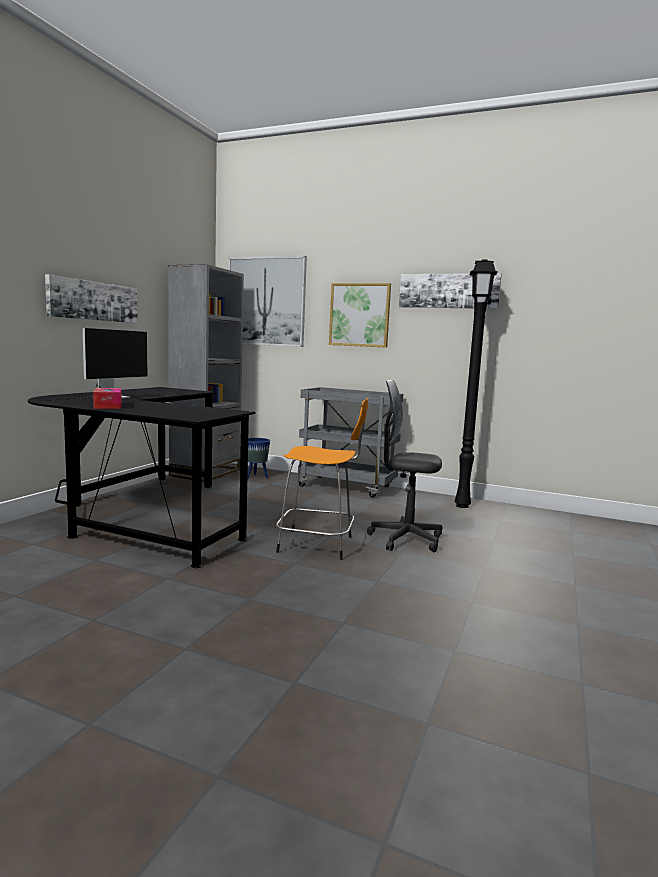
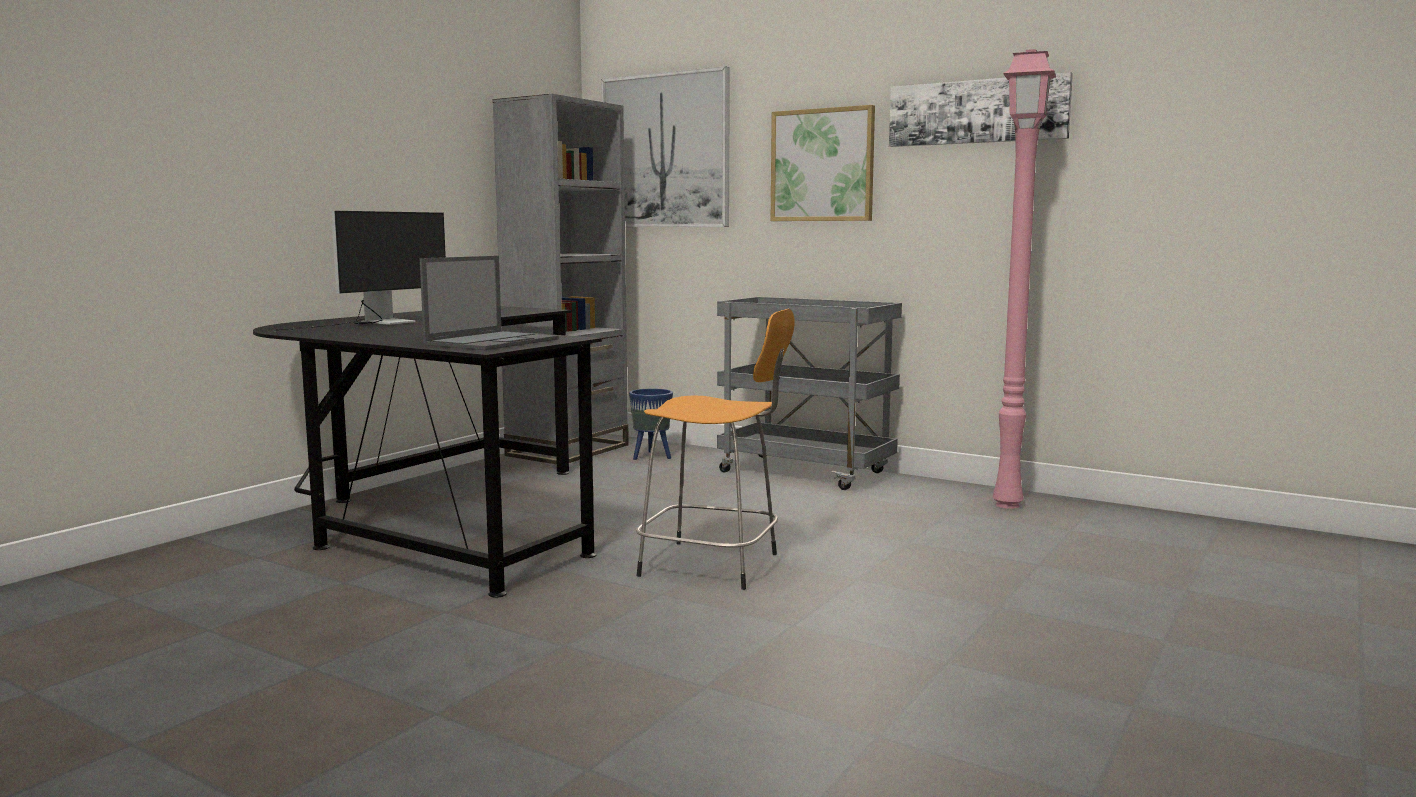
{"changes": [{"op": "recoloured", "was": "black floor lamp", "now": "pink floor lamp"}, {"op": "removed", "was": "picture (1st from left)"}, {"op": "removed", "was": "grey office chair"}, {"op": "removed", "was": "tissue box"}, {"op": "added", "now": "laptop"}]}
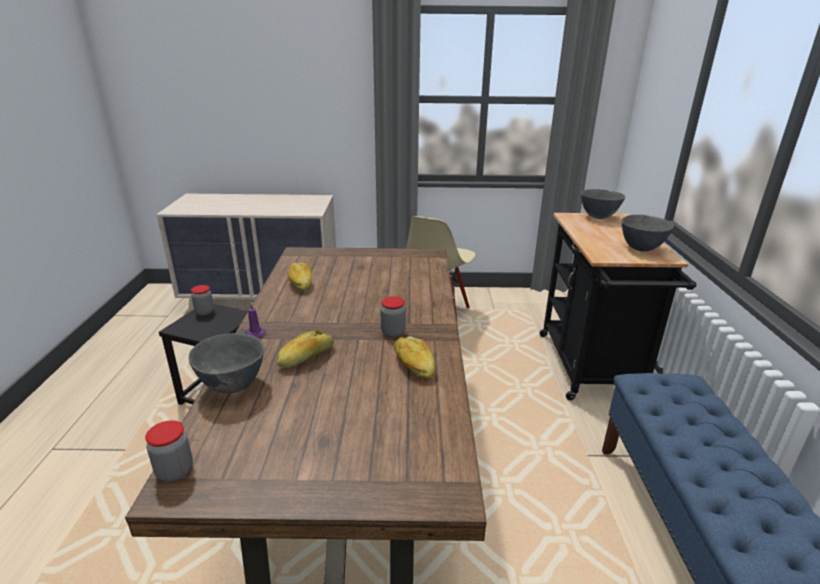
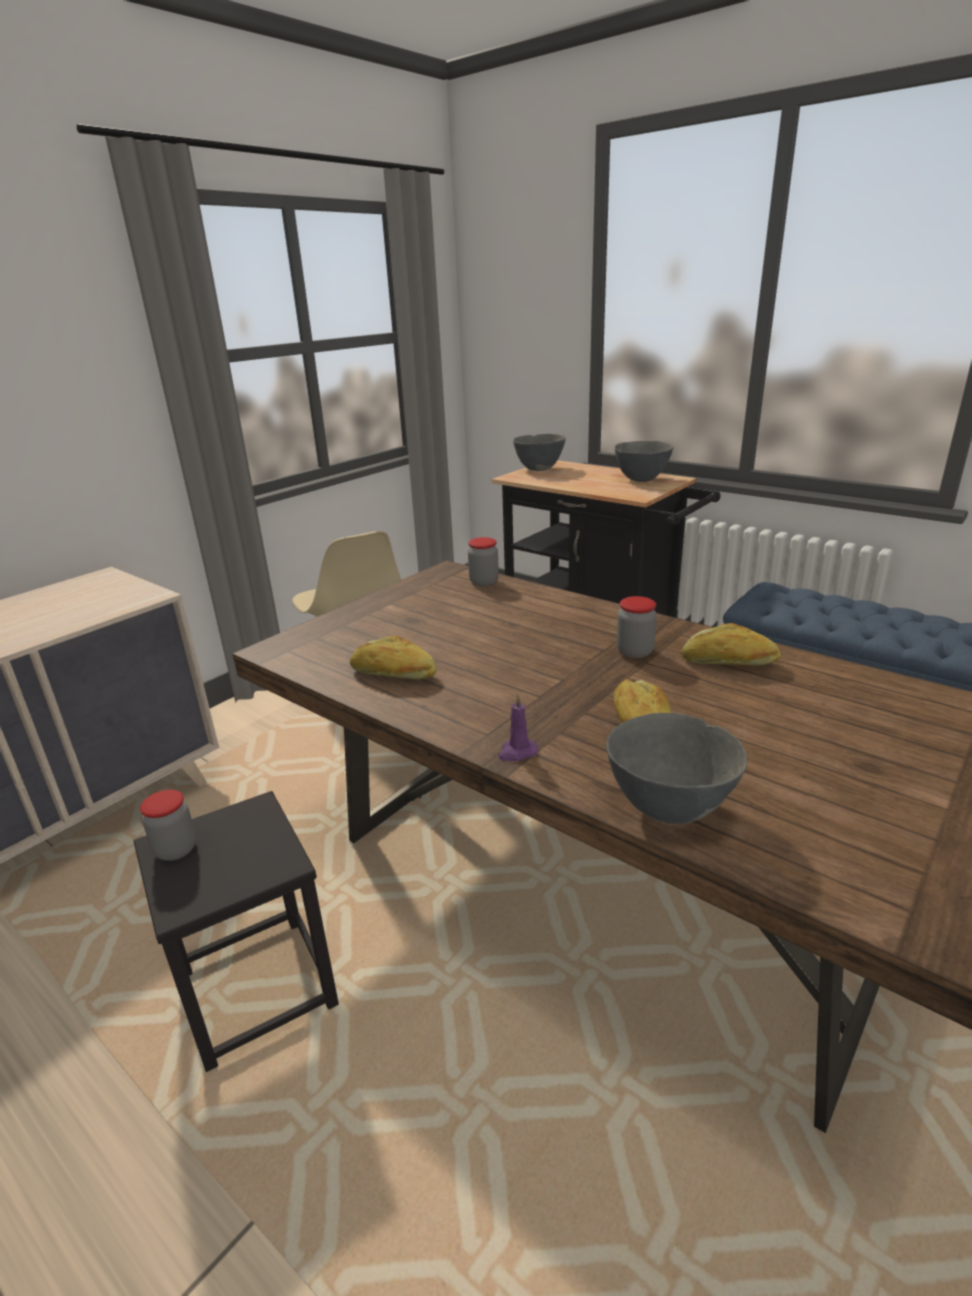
{"changes": [{"op": "moved", "was": "jar (1st from left in the first image)", "now": "jar (2nd from left)"}]}
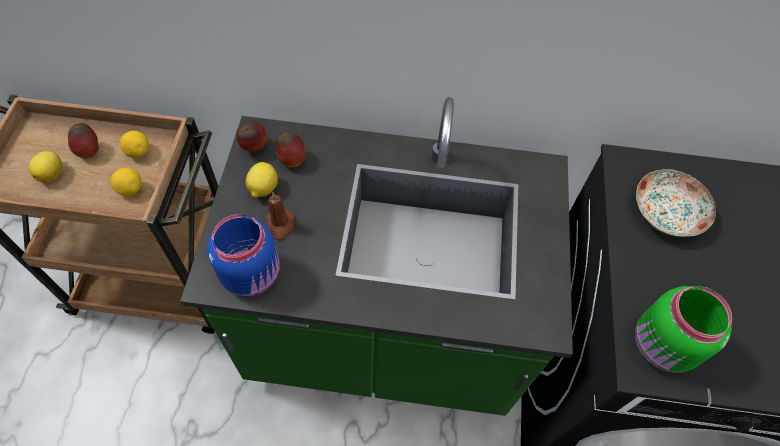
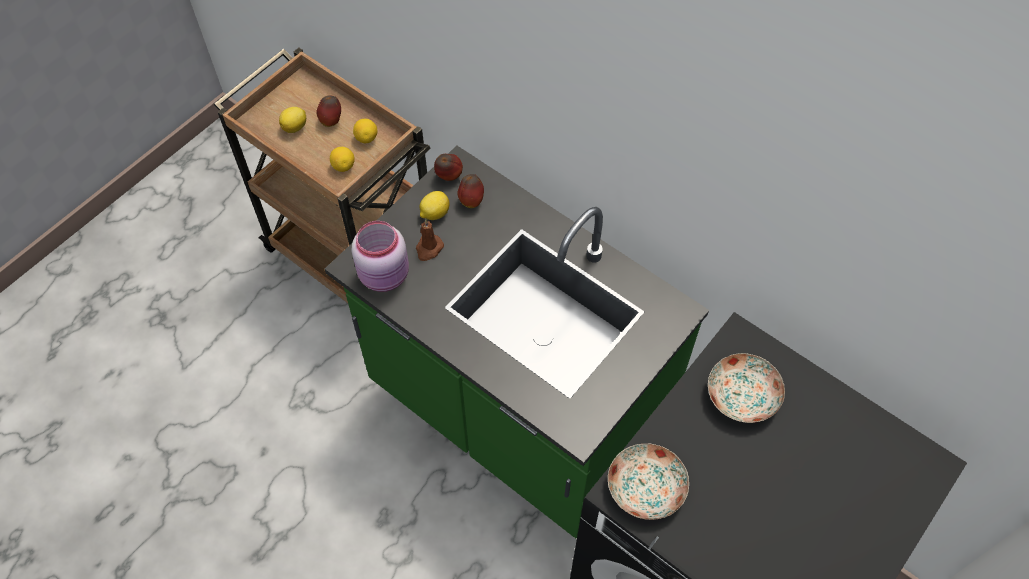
{"changes": [{"op": "recoloured", "was": "blue jar", "now": "pink jar"}, {"op": "replaced", "was": "green jar", "now": "plate (1st from left)"}]}
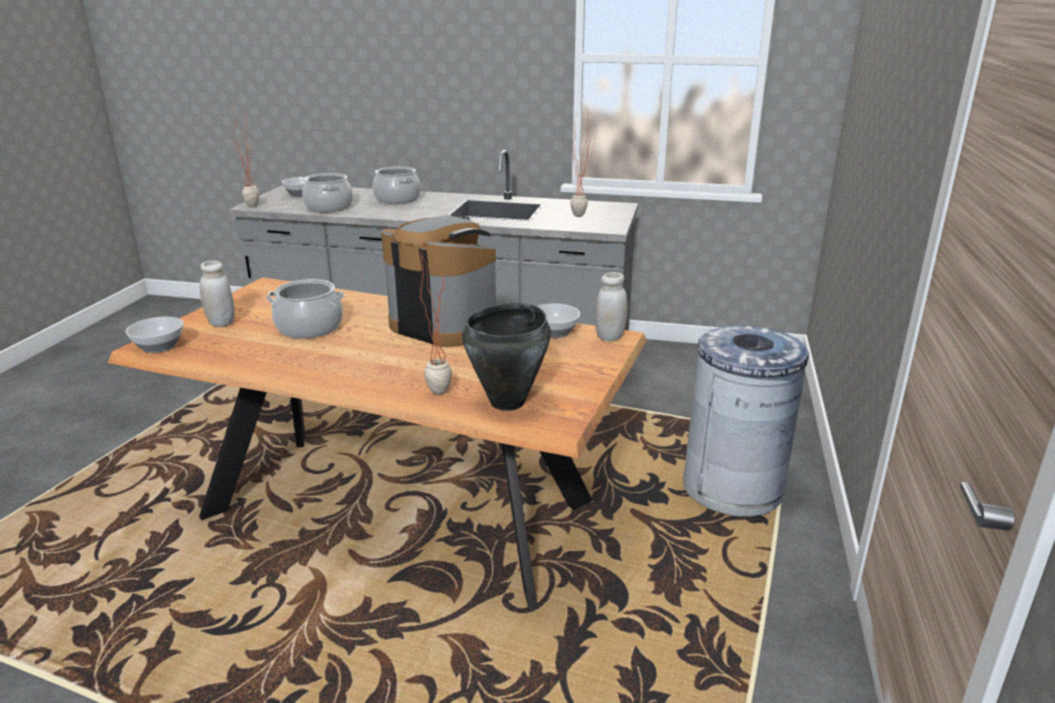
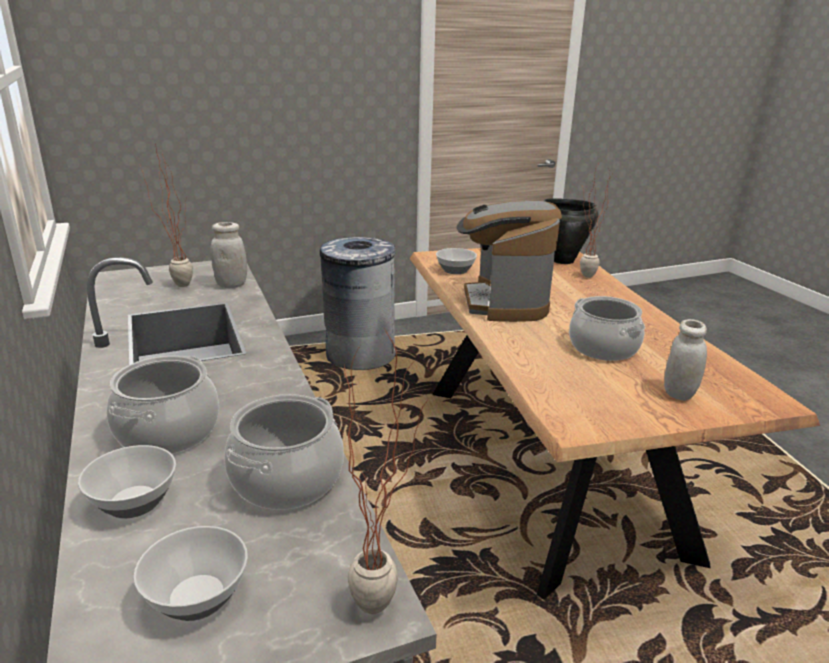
{"changes": [{"op": "moved", "was": "white jar (2nd from left in the first image)", "now": "white jar (1st from left)"}, {"op": "moved", "was": "bowl (1st from left)"}]}
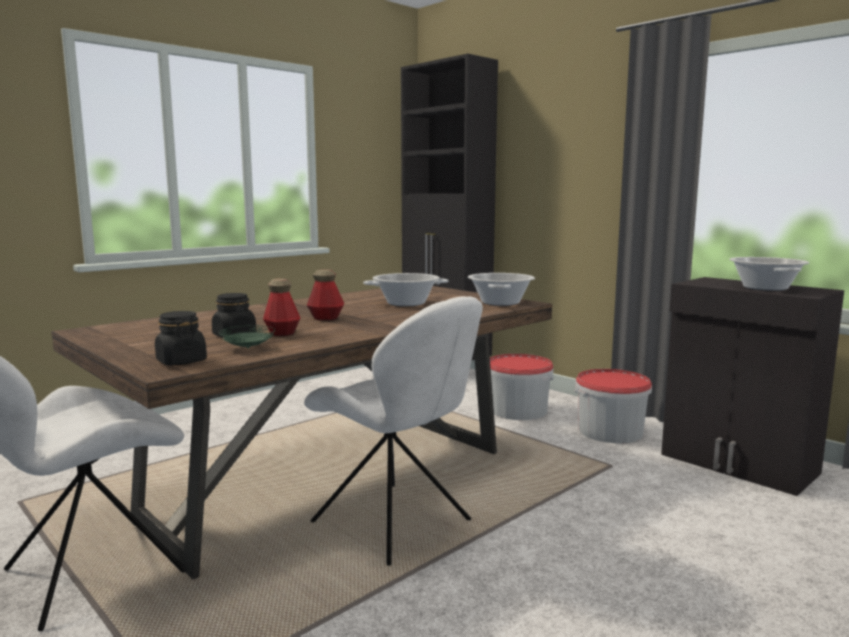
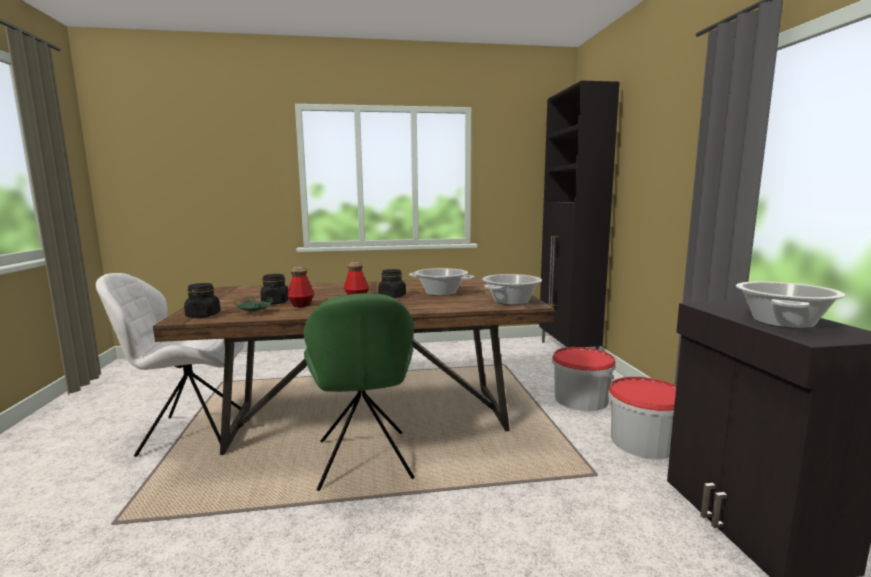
{"changes": [{"op": "recoloured", "was": "white chair (2nd from left)", "now": "green chair"}, {"op": "added", "now": "black jar (3rd from left)"}]}
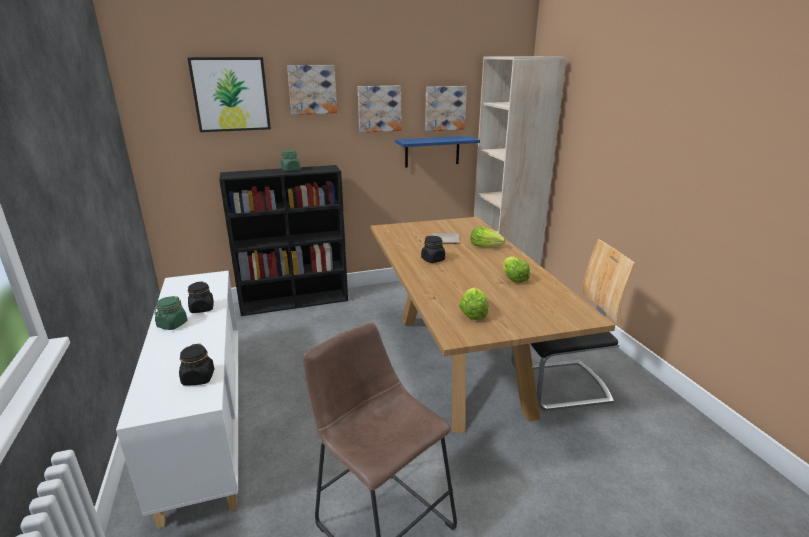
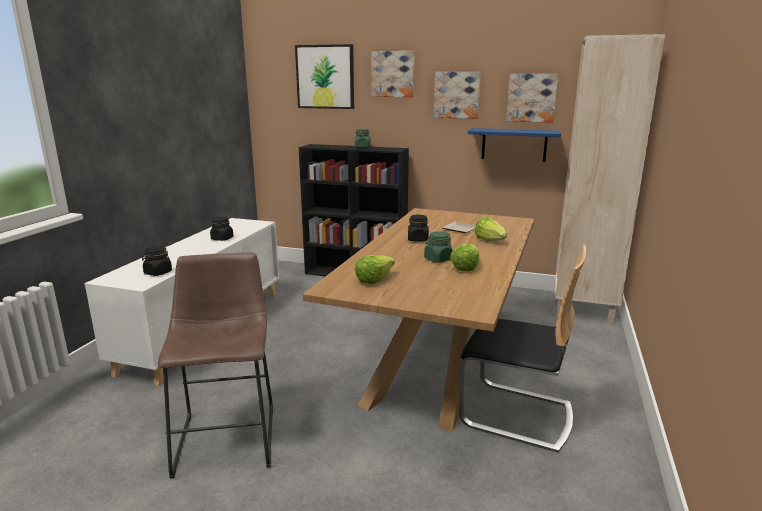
{"changes": [{"op": "moved", "was": "green jar (1st from left in the first image)", "now": "green jar (2nd from left)"}]}
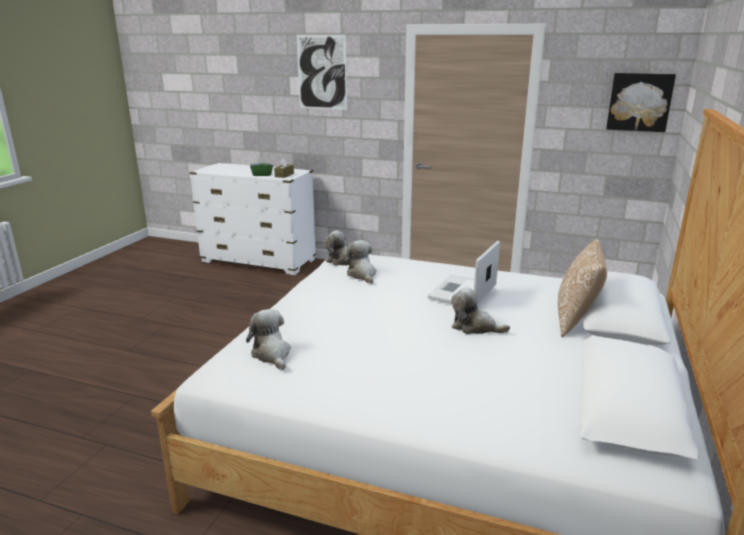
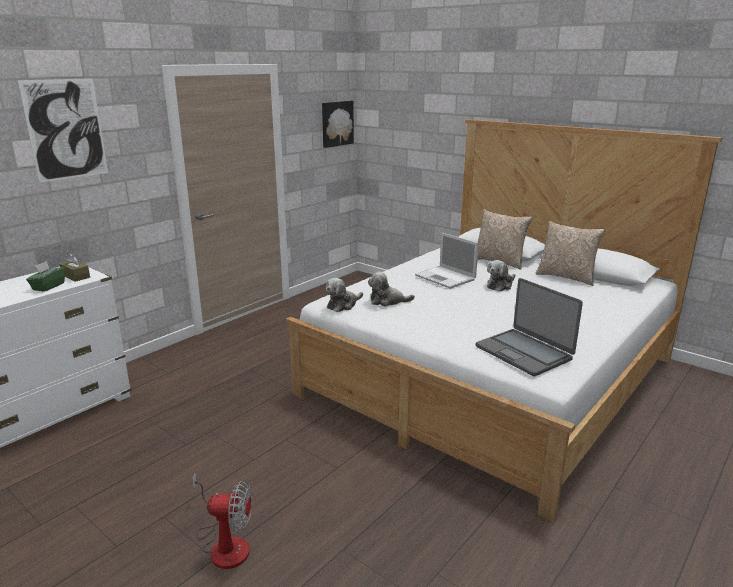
{"changes": [{"op": "replaced", "was": "plush toy (1st from left)", "now": "laptop (2nd from left)"}, {"op": "added", "now": "pillow (2nd from left)"}, {"op": "added", "now": "fan"}]}
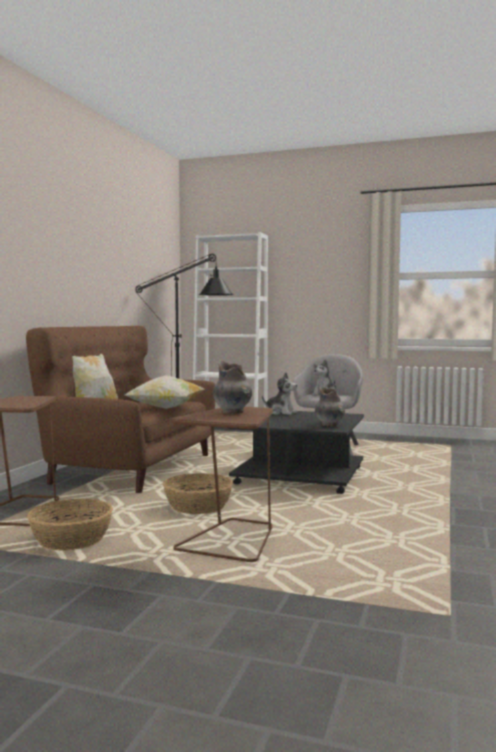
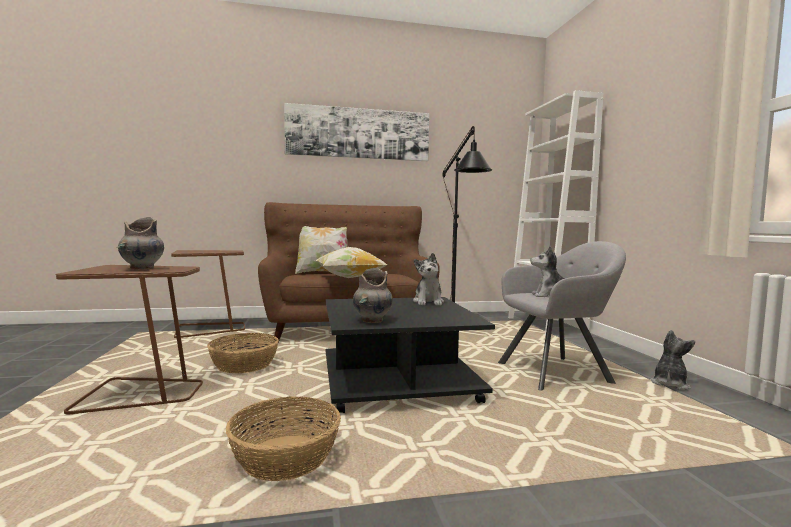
{"changes": [{"op": "moved", "was": "basket (1st from left in the first image)", "now": "basket (2nd from left)"}, {"op": "added", "now": "picture"}, {"op": "added", "now": "plush toy (3rd from left)"}]}
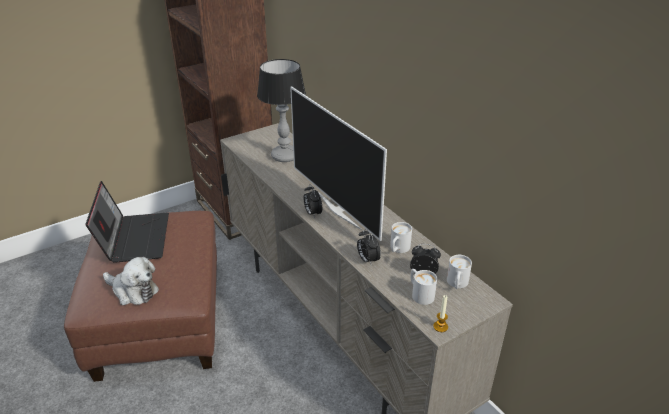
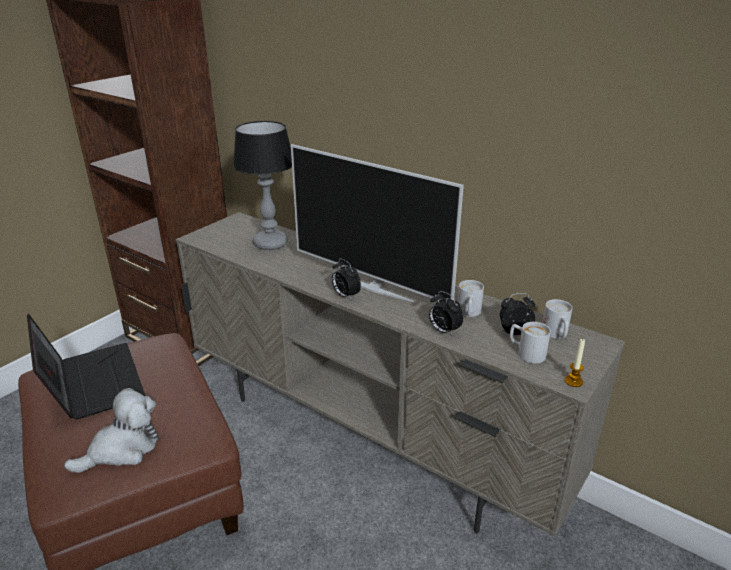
{"changes": [{"op": "turned", "was": "plush toy", "clockwise": -45}]}
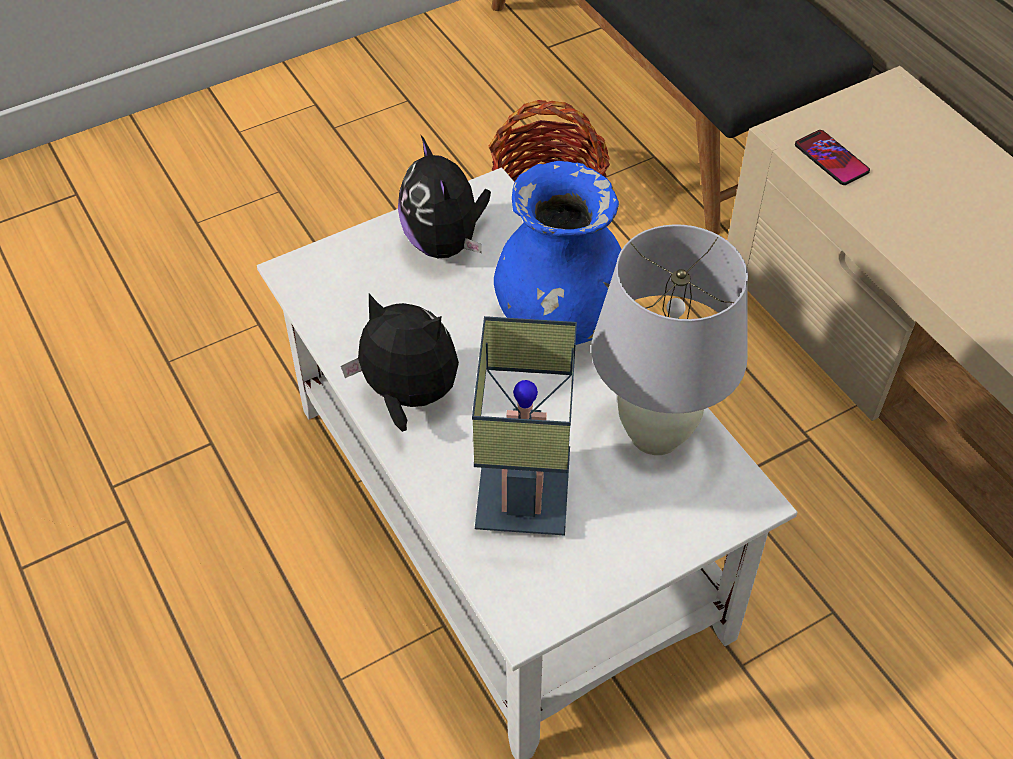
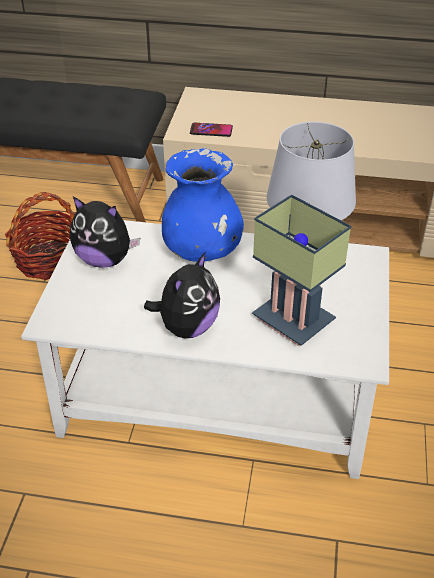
{"changes": [{"op": "turned", "was": "plush toy (1st from left in the first image)", "clockwise": 150}]}
